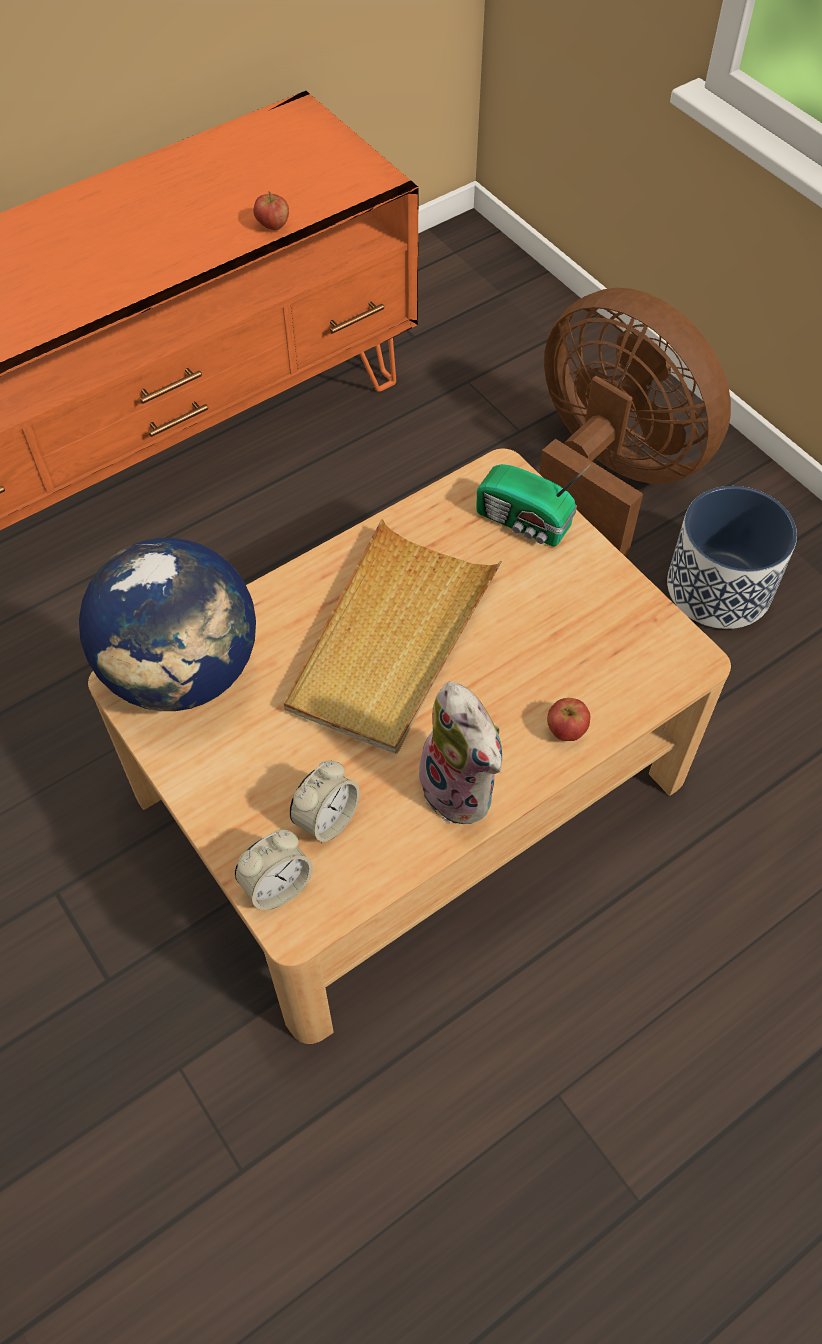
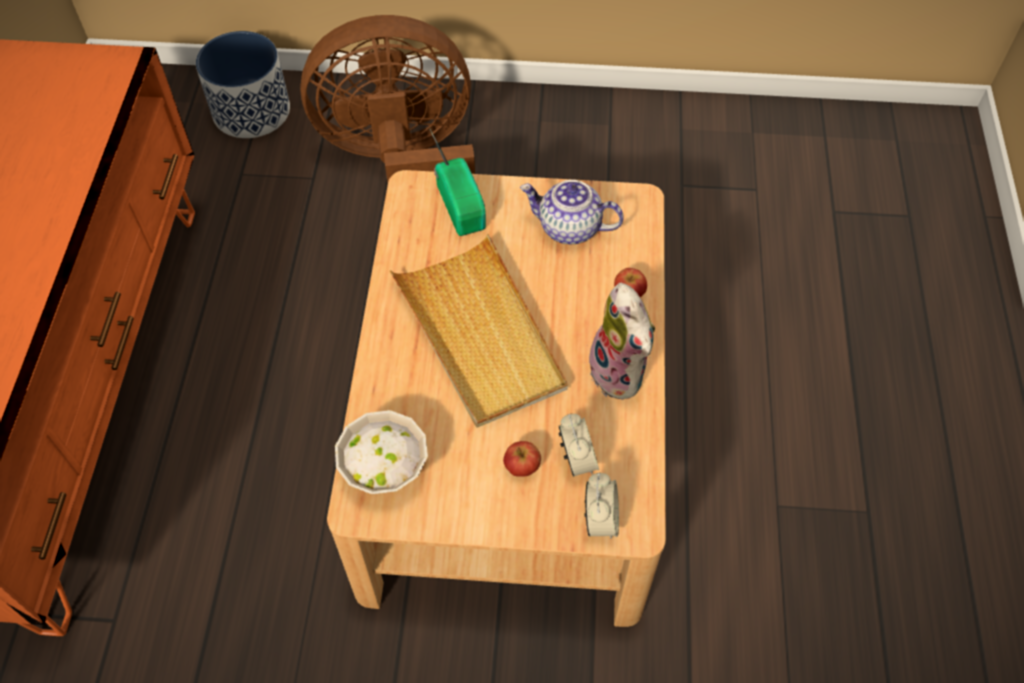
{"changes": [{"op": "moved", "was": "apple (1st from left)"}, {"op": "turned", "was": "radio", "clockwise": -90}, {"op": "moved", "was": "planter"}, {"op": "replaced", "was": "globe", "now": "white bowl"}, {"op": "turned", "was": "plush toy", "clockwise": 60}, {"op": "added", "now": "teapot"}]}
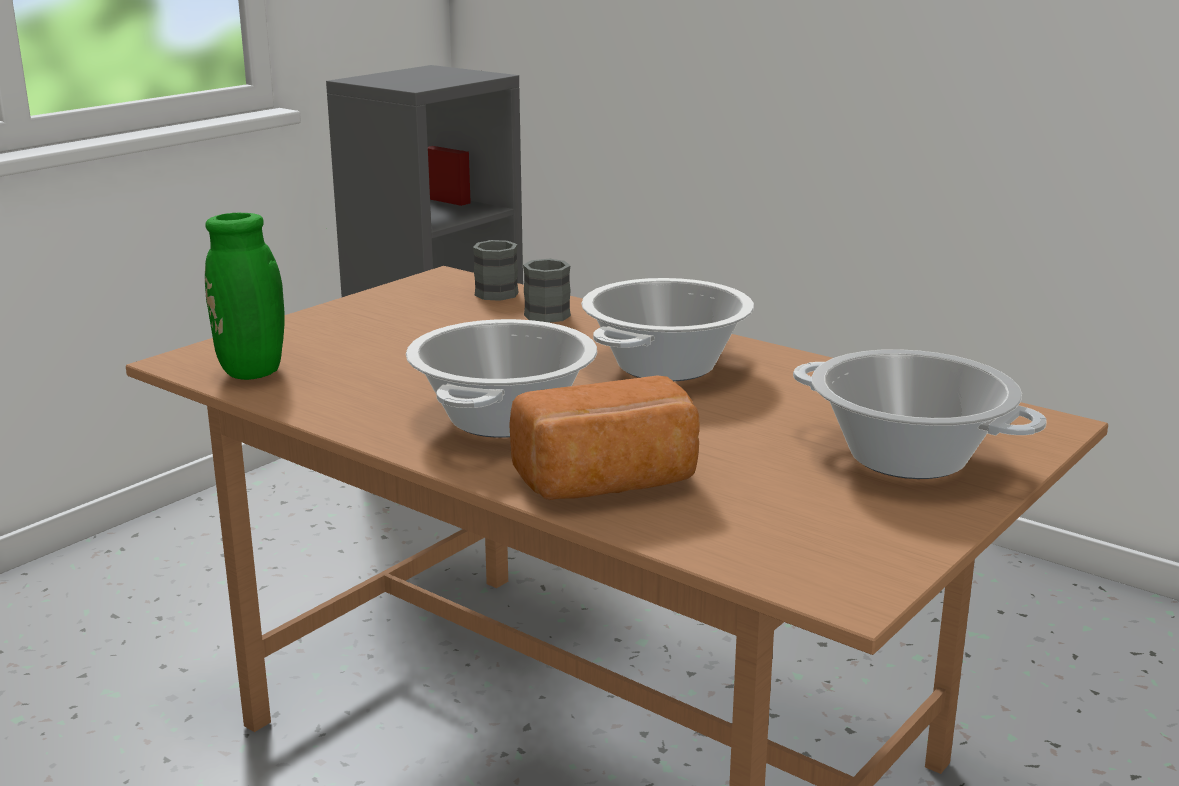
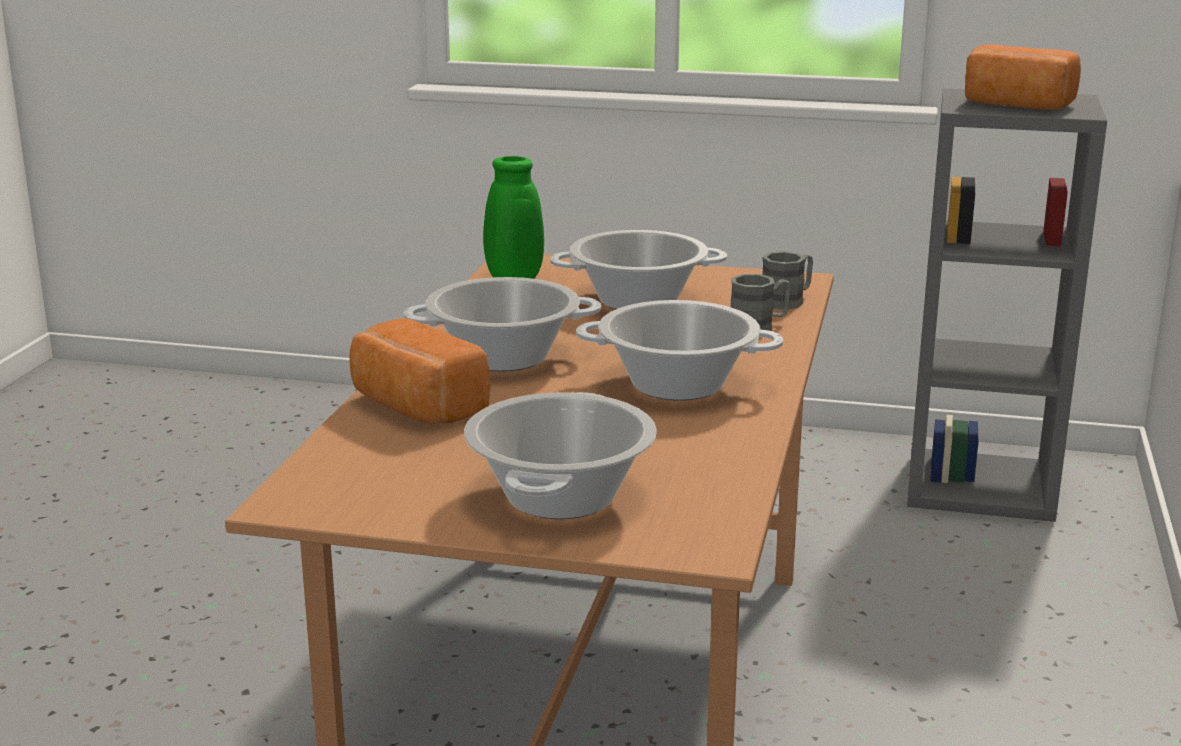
{"changes": [{"op": "added", "now": "bread (2nd from left)"}, {"op": "added", "now": "cooking pot (3rd from left)"}]}
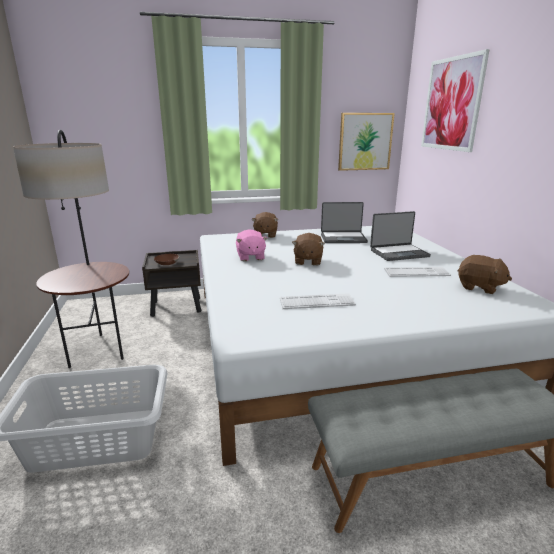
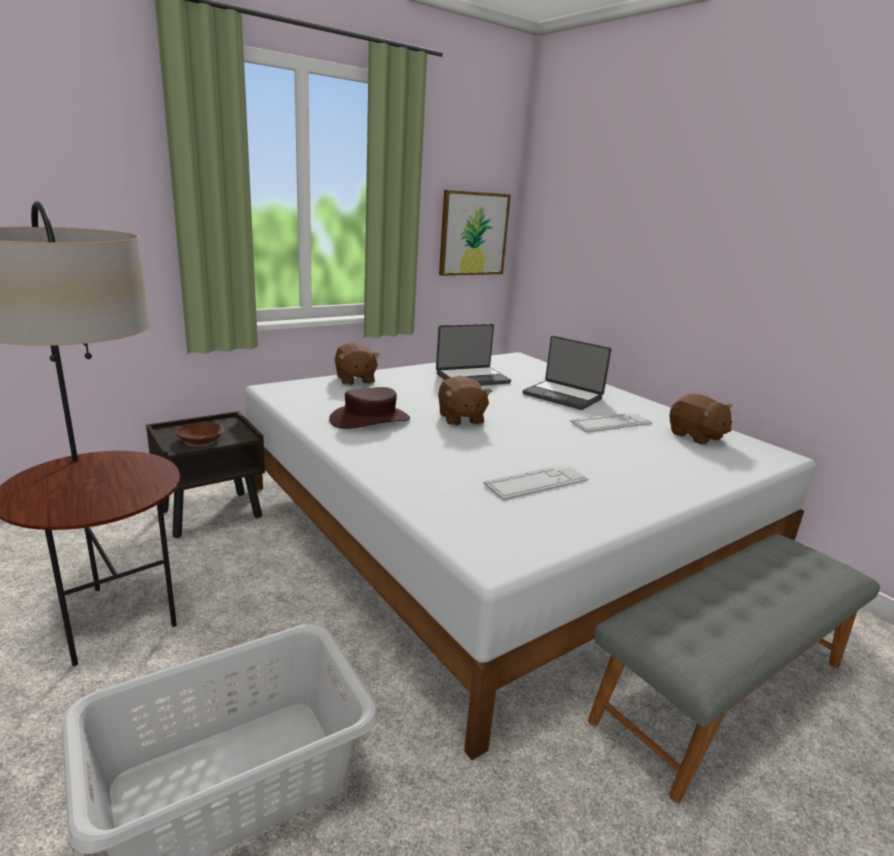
{"changes": [{"op": "removed", "was": "picture (2nd from left)"}, {"op": "turned", "was": "laptop (2nd from left)", "clockwise": 75}, {"op": "replaced", "was": "pink plush toy", "now": "brown hat"}, {"op": "turned", "was": "brown plush toy (3rd from left)", "clockwise": 45}]}
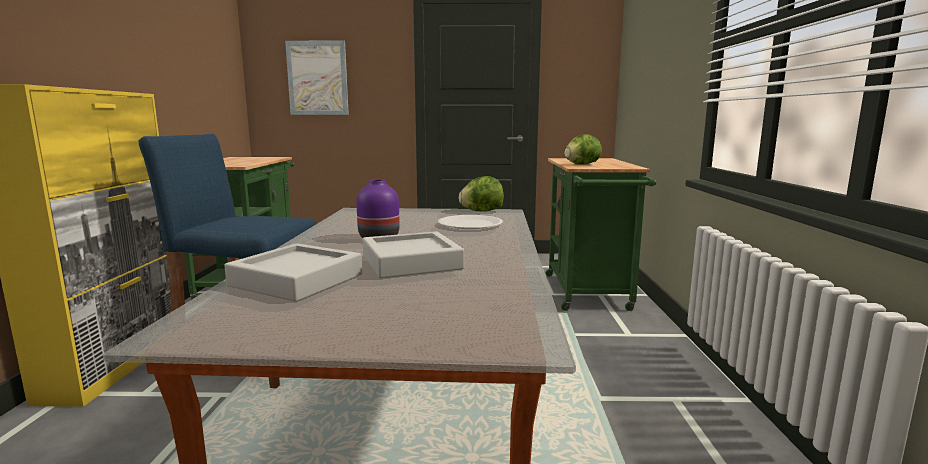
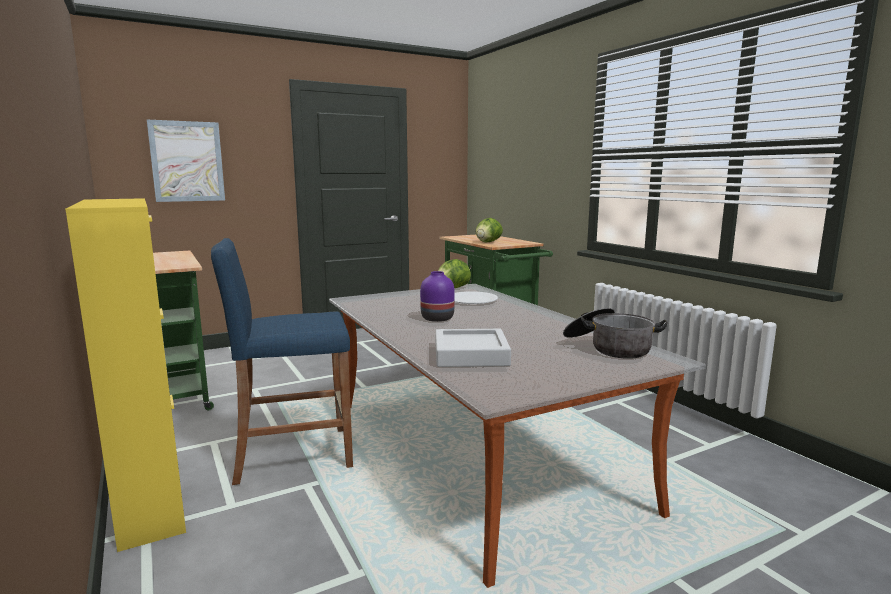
{"changes": [{"op": "removed", "was": "grey tray (2nd from left)"}, {"op": "added", "now": "cooking pot"}]}
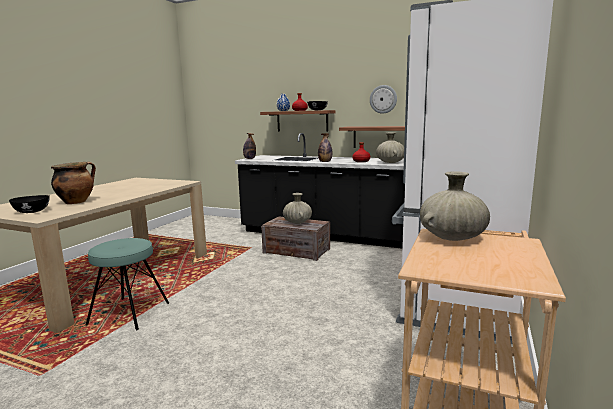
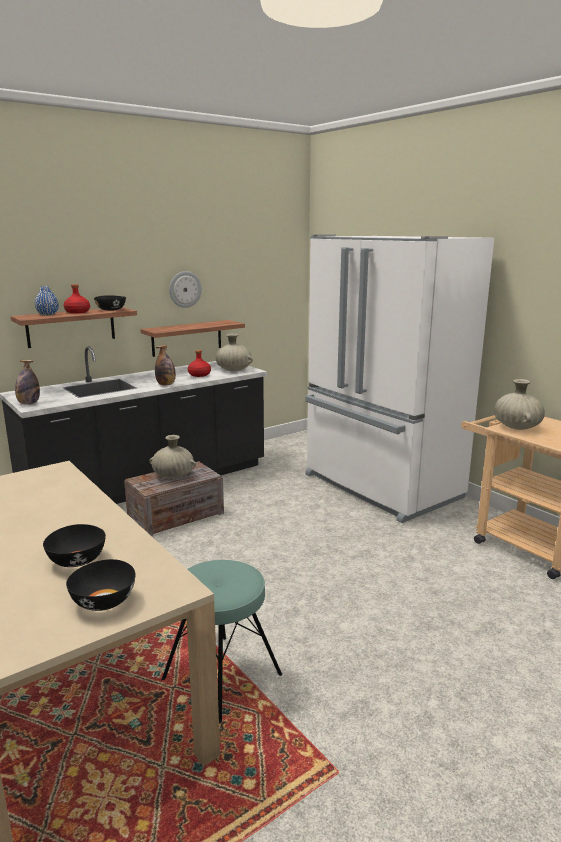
{"changes": [{"op": "replaced", "was": "cooking pot", "now": "black bowl (1st from left)"}]}
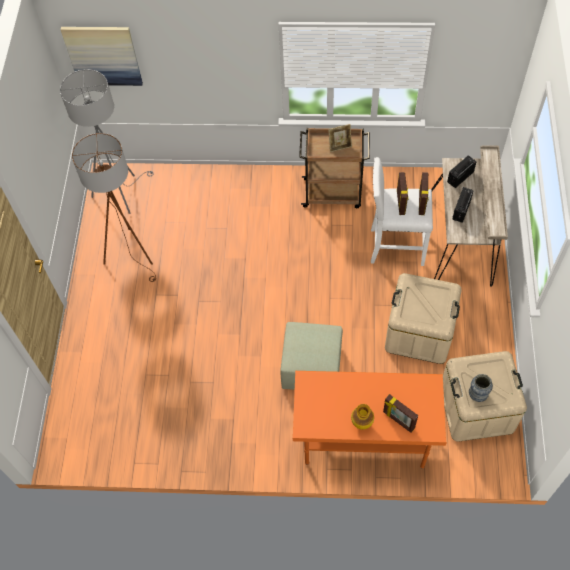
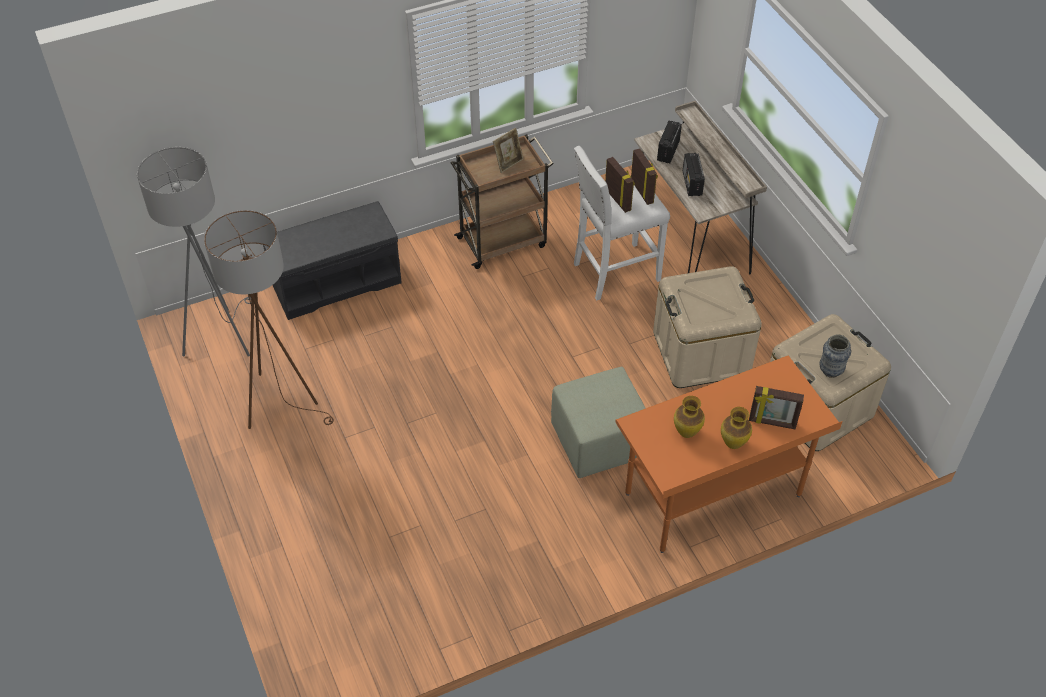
{"changes": [{"op": "removed", "was": "picture"}, {"op": "added", "now": "grey bench"}, {"op": "added", "now": "vase (1st from left)"}]}
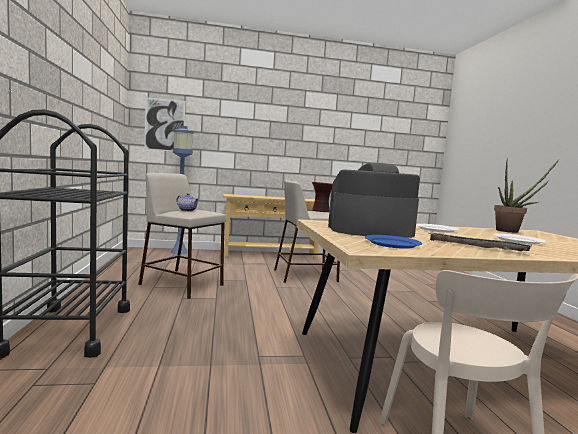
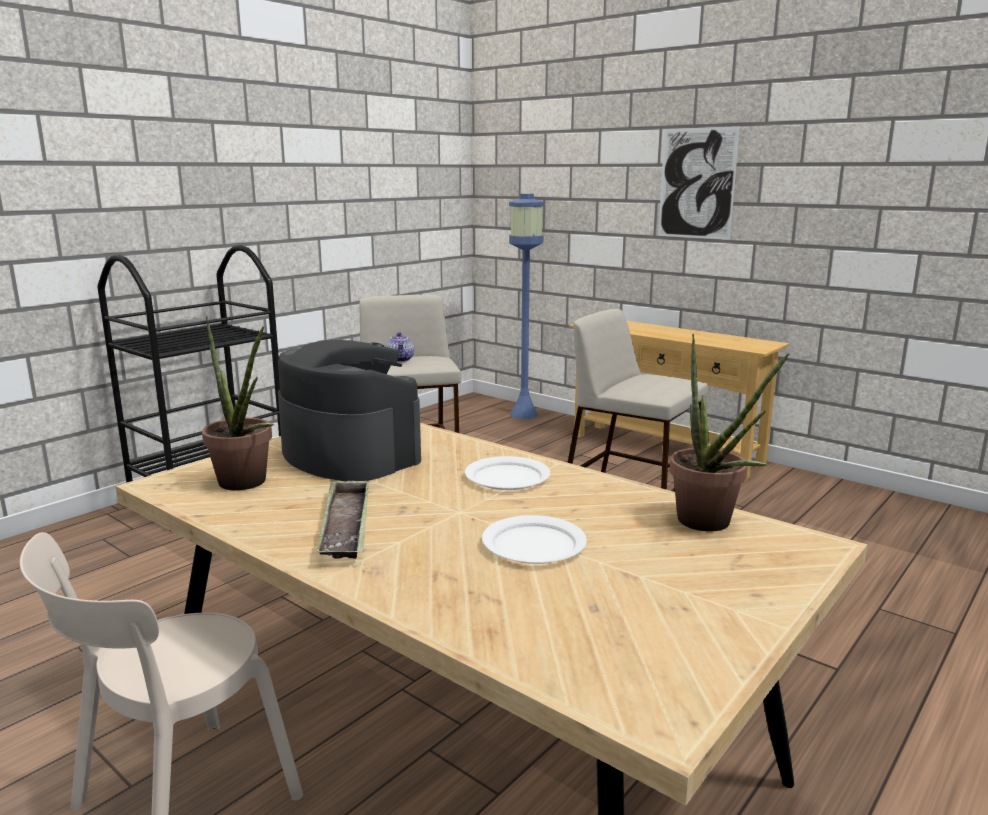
{"changes": [{"op": "moved", "was": "picture"}, {"op": "removed", "was": "vase"}, {"op": "replaced", "was": "blue plate", "now": "potted plant (1st from left)"}]}
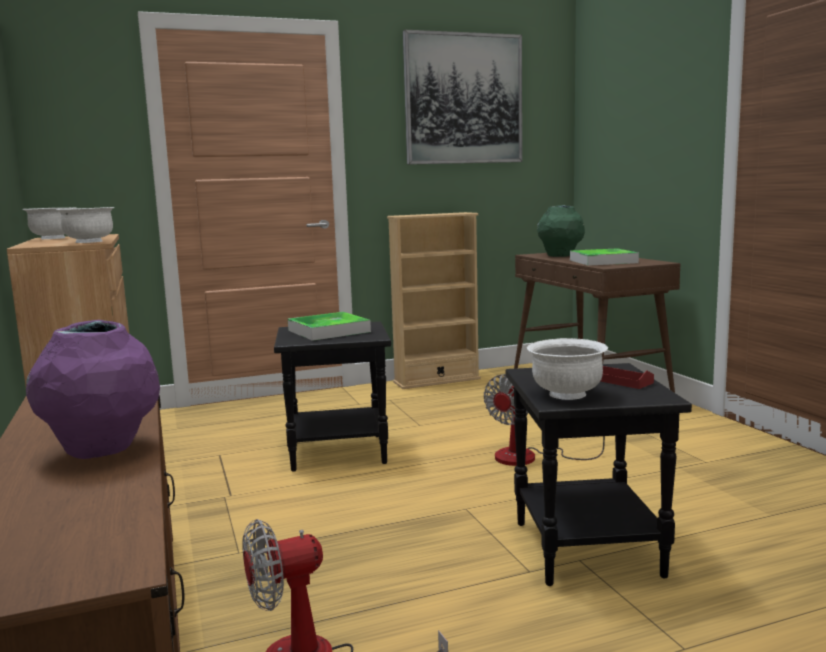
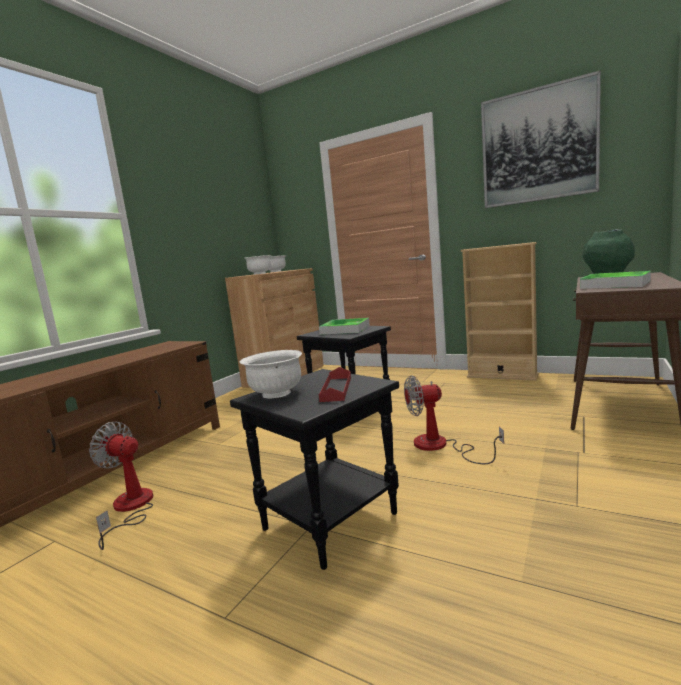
{"changes": [{"op": "removed", "was": "purple vase"}]}
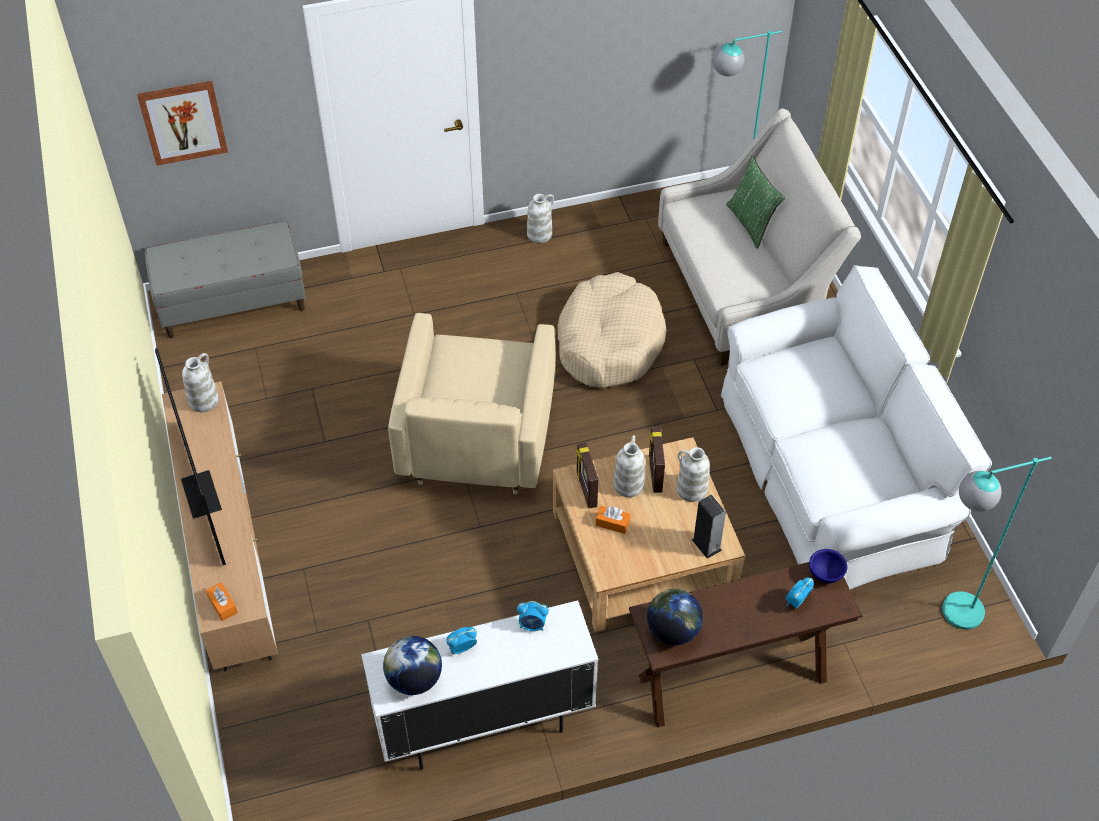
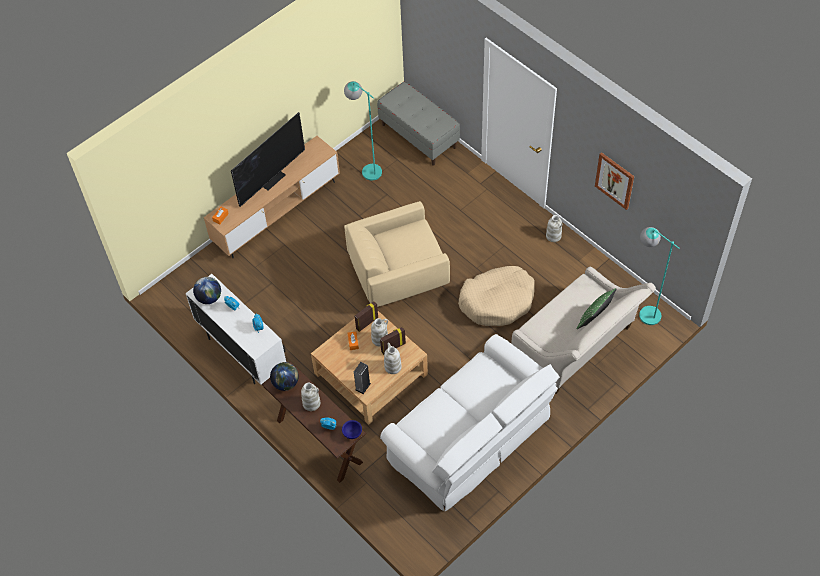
{"changes": [{"op": "moved", "was": "picture"}, {"op": "moved", "was": "white vase (1st from left)"}, {"op": "moved", "was": "turquoise floor lamp (2nd from left in the first image)", "now": "turquoise floor lamp (1st from left)"}]}
